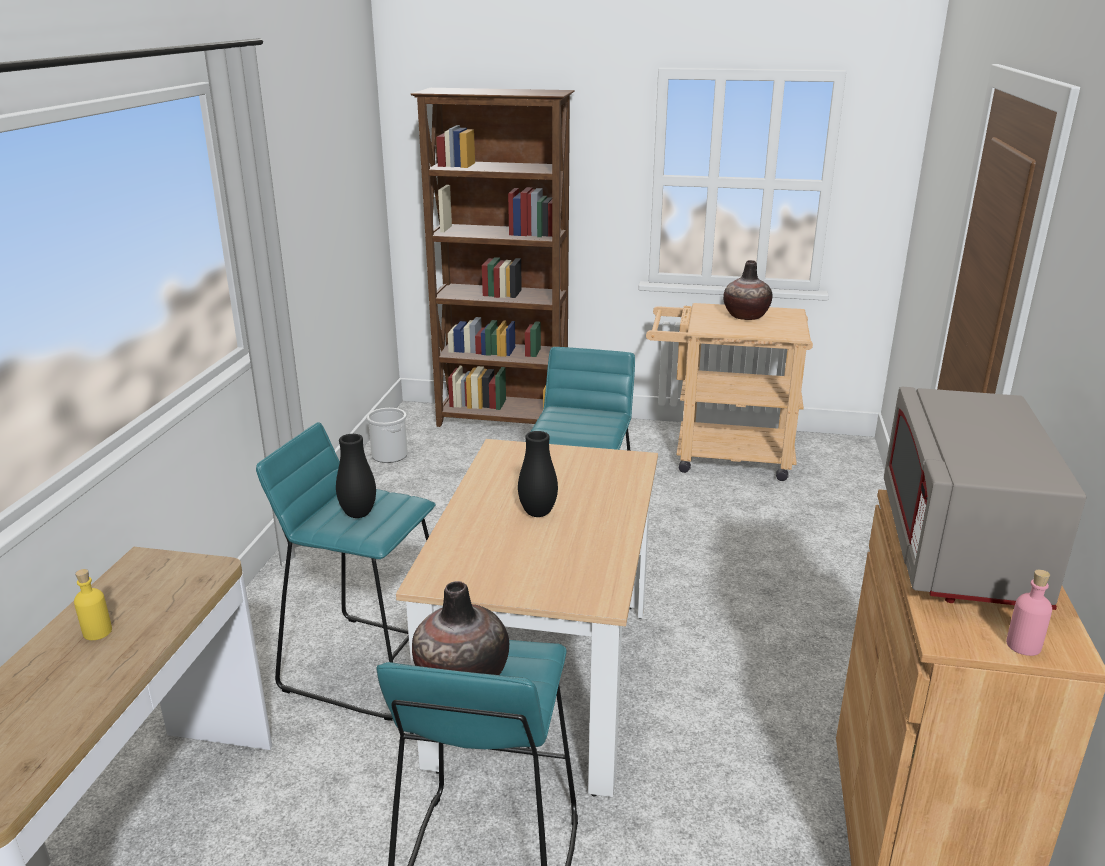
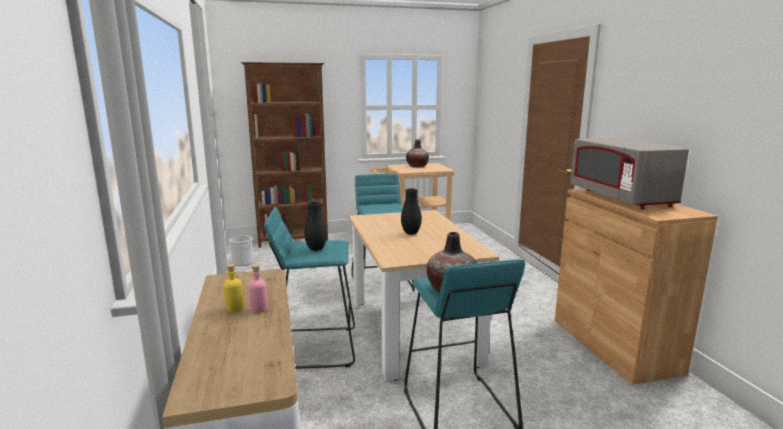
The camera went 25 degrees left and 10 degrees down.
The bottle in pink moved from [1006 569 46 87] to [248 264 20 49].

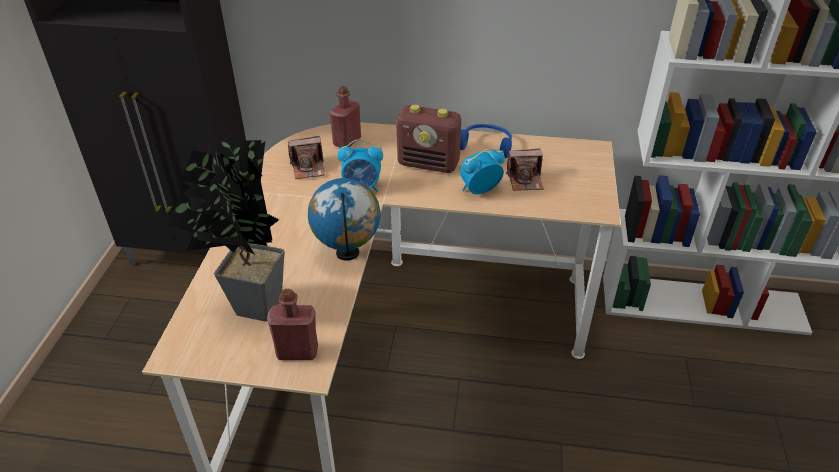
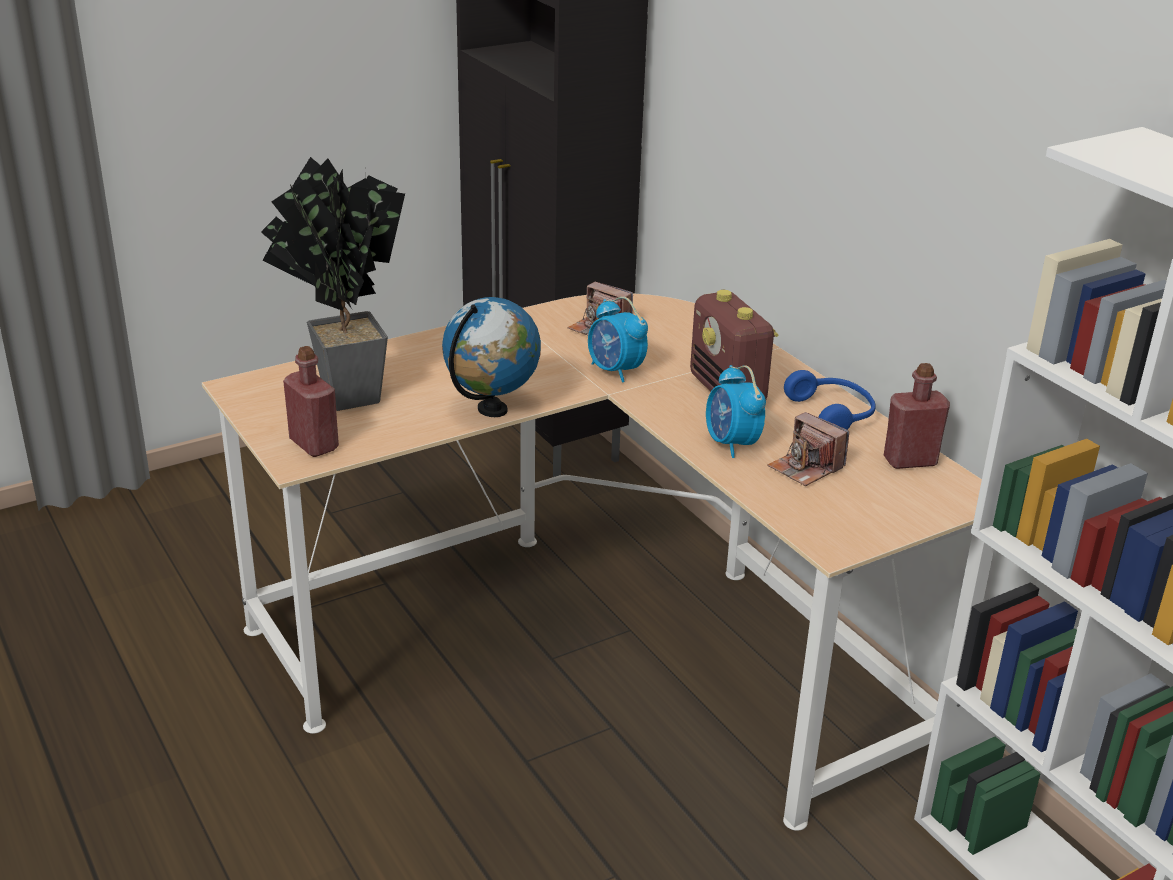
The camera went 50 degrees right and 10 degrees down.
The bottle in red moved from [330 86 31 62] to [884 363 66 106].
The alarm clock at [460 149 45 45] turned 135 degrees counterclockwise.

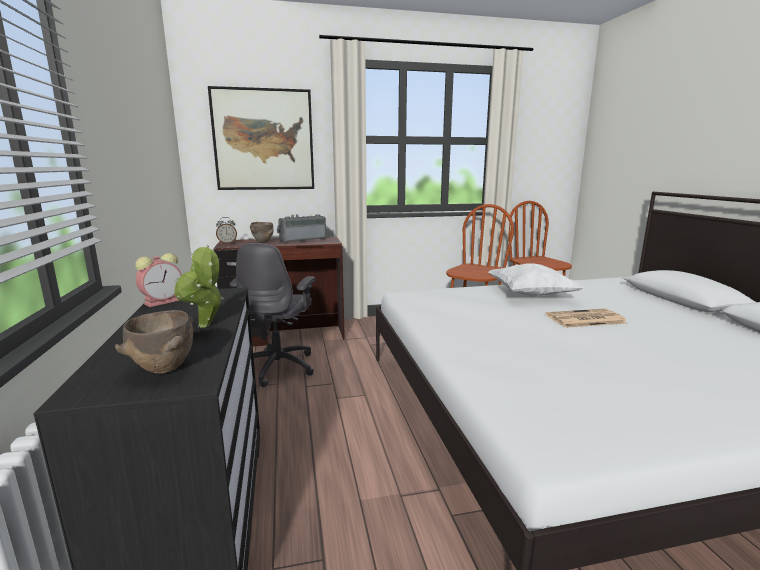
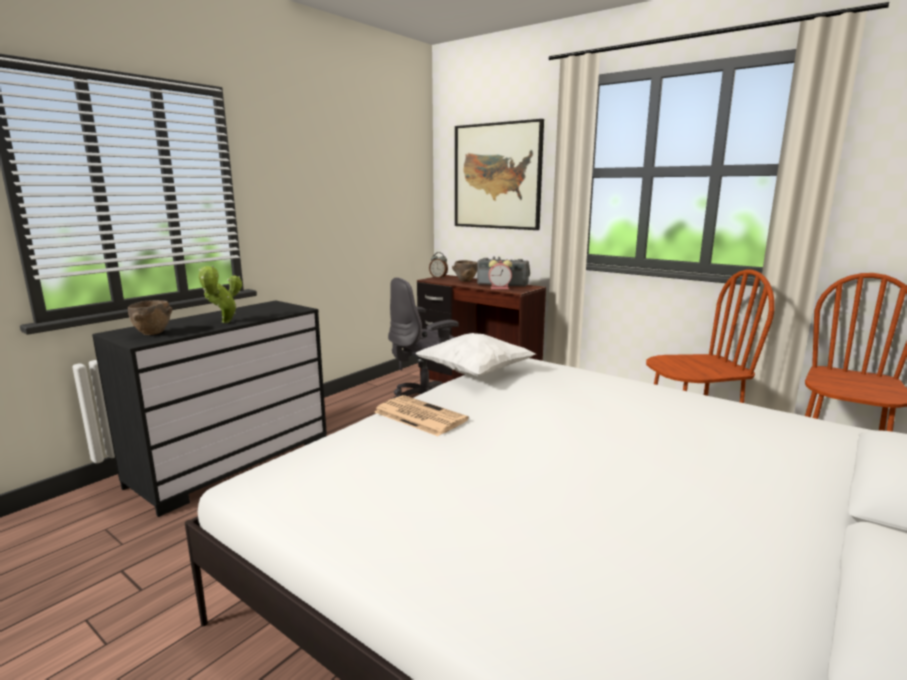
The camera went 50 degrees right and 0 degrees up.
The alarm clock moved from [135 253 47 54] to [489 260 23 29].
The pillow in white moved from [489 263 94 34] to [416 333 120 44].
The newspaper moved from [545 309 82 19] to [374 395 95 41].

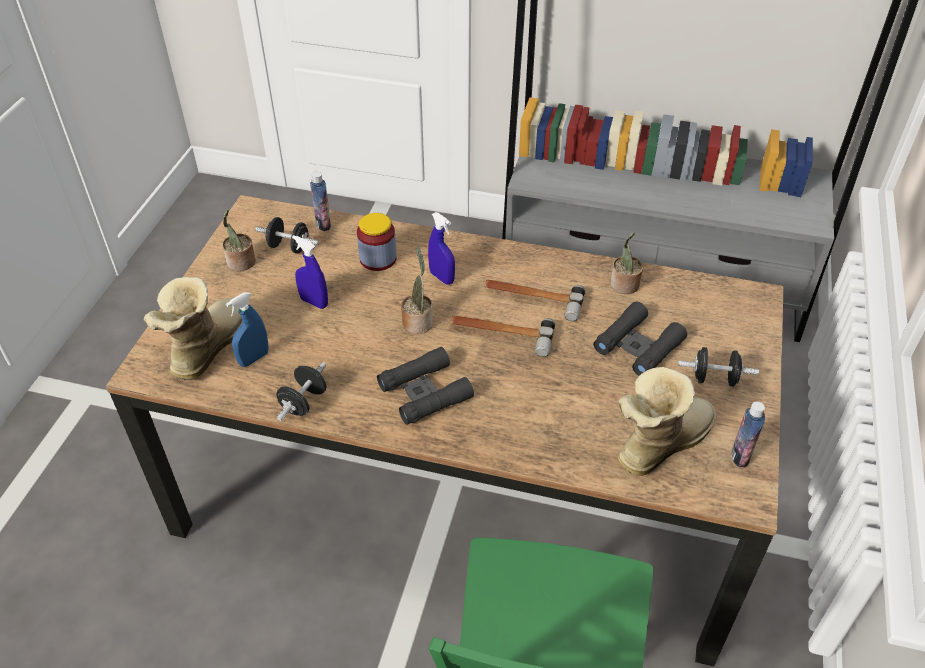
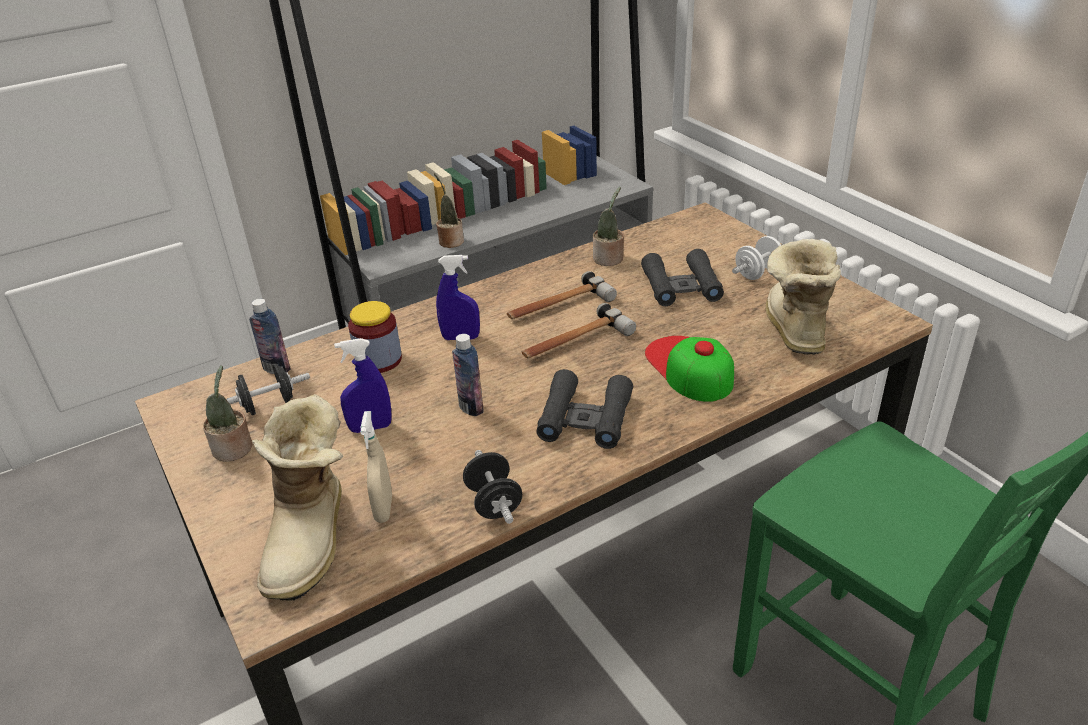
The camera went 45 degrees left and 10 degrees down.
The boot at [144 277 99 103] turned 150 degrees counterclockwise.
The spray bottle in blue at [226 292 43 75] became the spray bottle in beige at [360 411 32 112].
The potted plant moved from [401 247 32 87] to [434 173 30 75].
The dumbbell in black at [678 347 81 40] became the dumbbell in white at [732 236 54 44].
The bottle moved from [731 401 34 66] to [452 334 32 82].
The cap at [645 336 89 66] appeared.

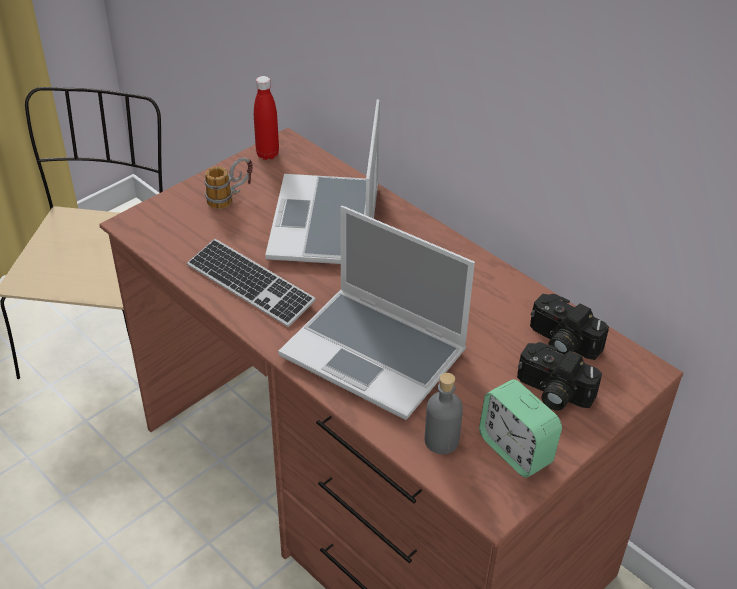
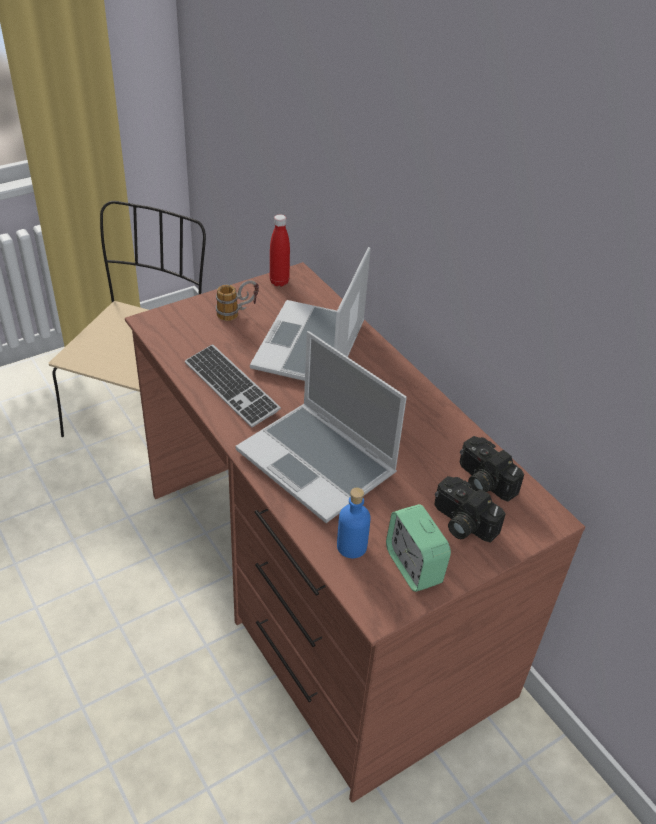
The camera went 10 degrees right and 0 degrees up.
The bottle in grey at [425 373 38 81] became the bottle in blue at [337 487 34 71].

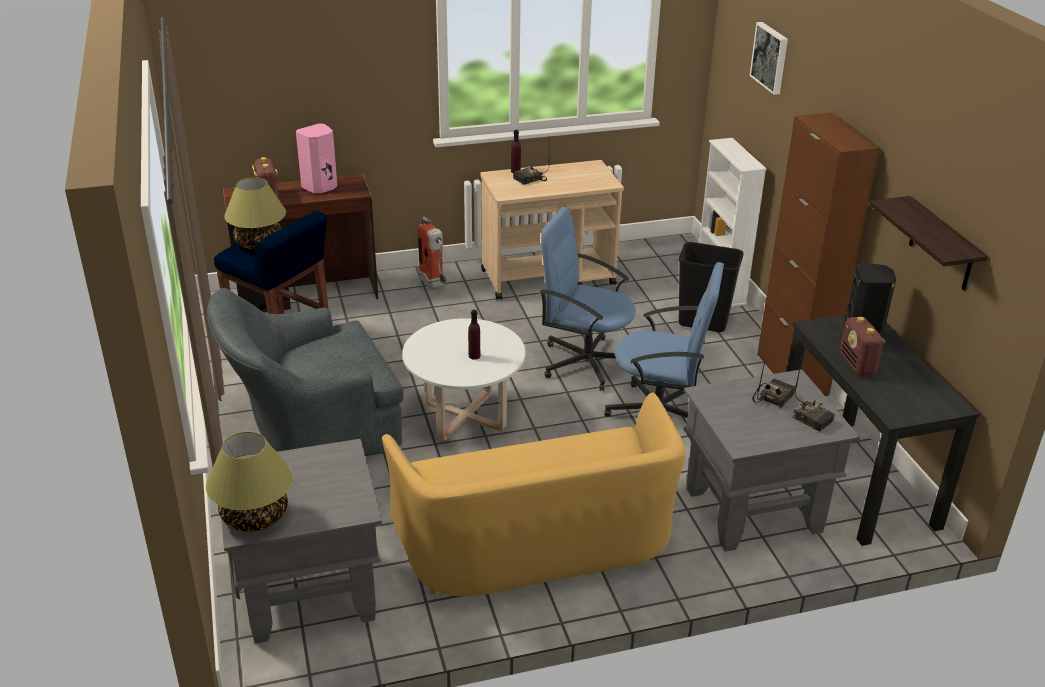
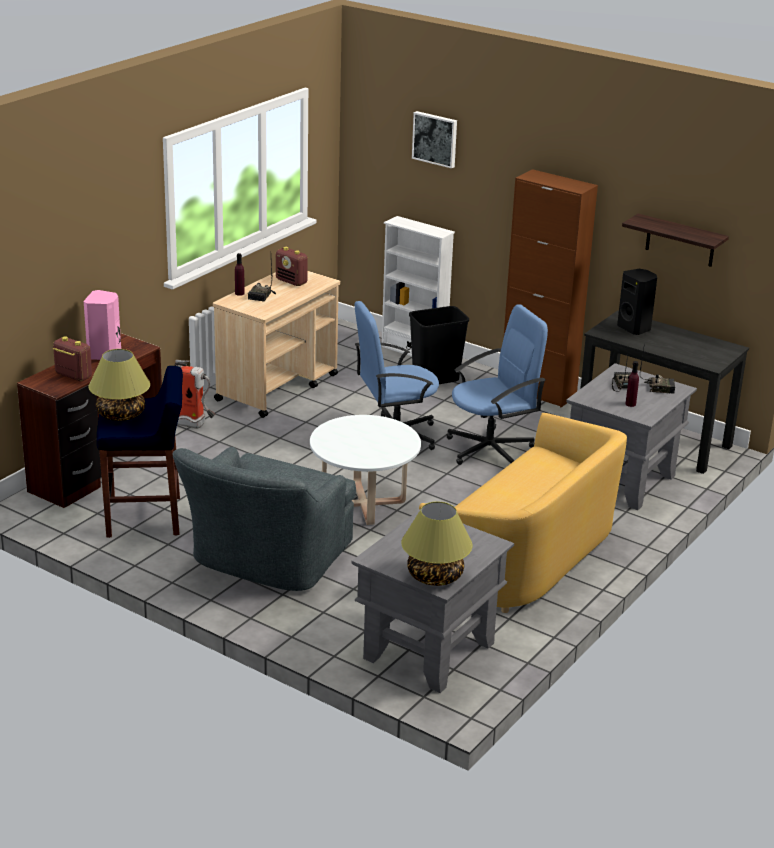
The camera went 40 degrees left and 5 degrees down.
The bottle in purple moved from [468 310 12 50] to [626 361 13 46].
The radio moved from [840 317 46 59] to [276 247 32 39].

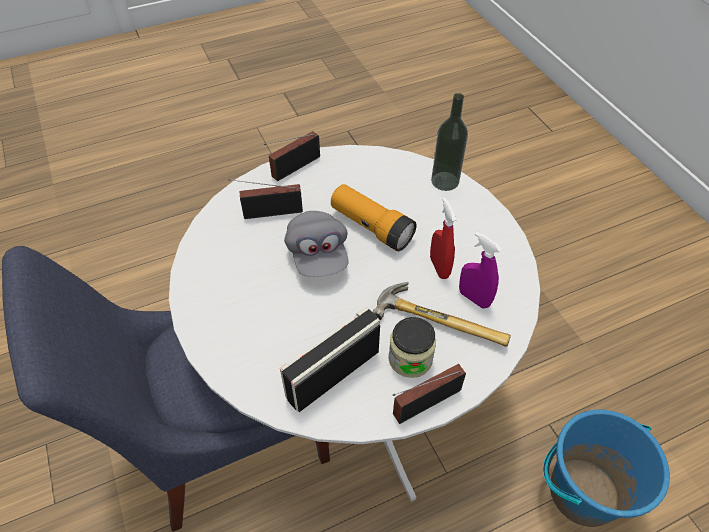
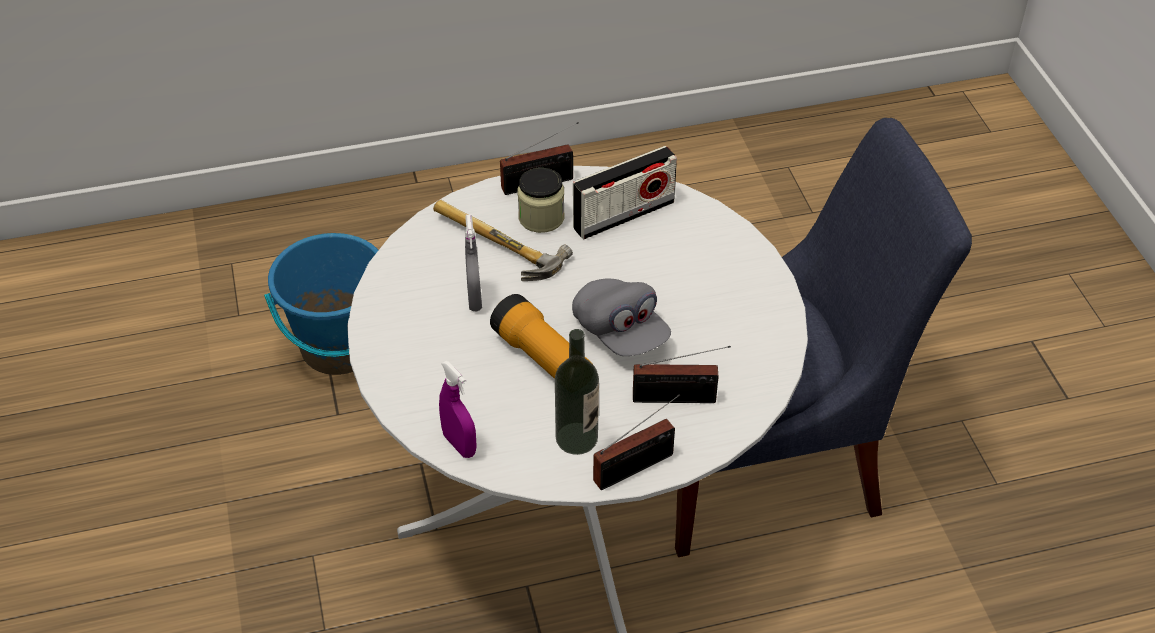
The camera went 170 degrees left and 5 degrees down.
The cap in grey at [284 211 65 66] turned 150 degrees clockwise.
The spray bottle in red at [430 197 27 82] became the spray bottle in grey at [465 214 17 97].
The bottle moved from [431 93 37 98] to [555 329 44 126].
The spray bottle in purple moved from [459 232 43 76] to [439 361 38 97].

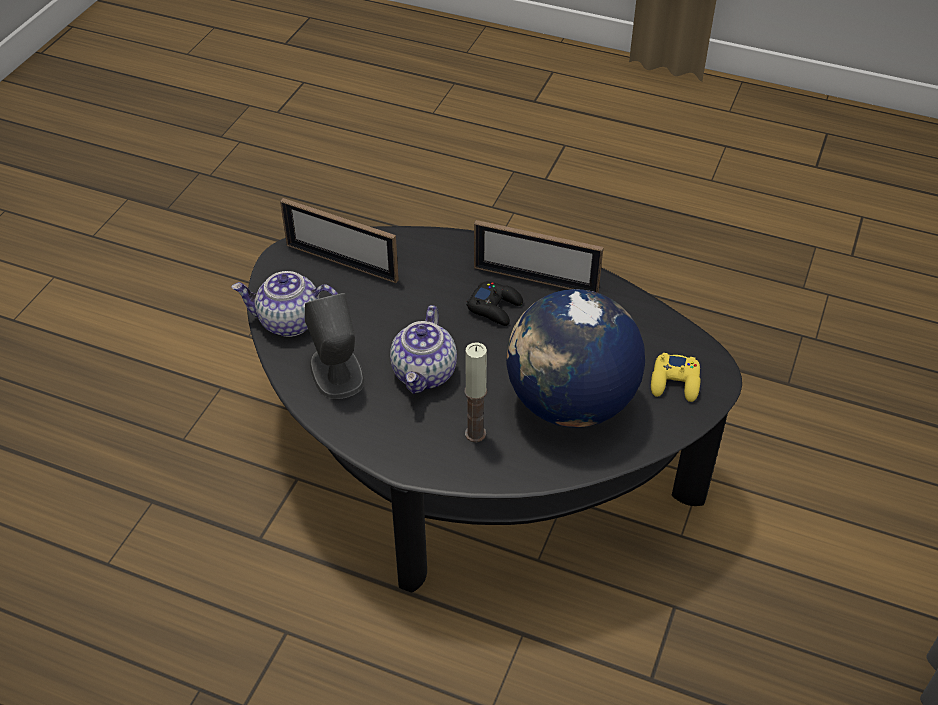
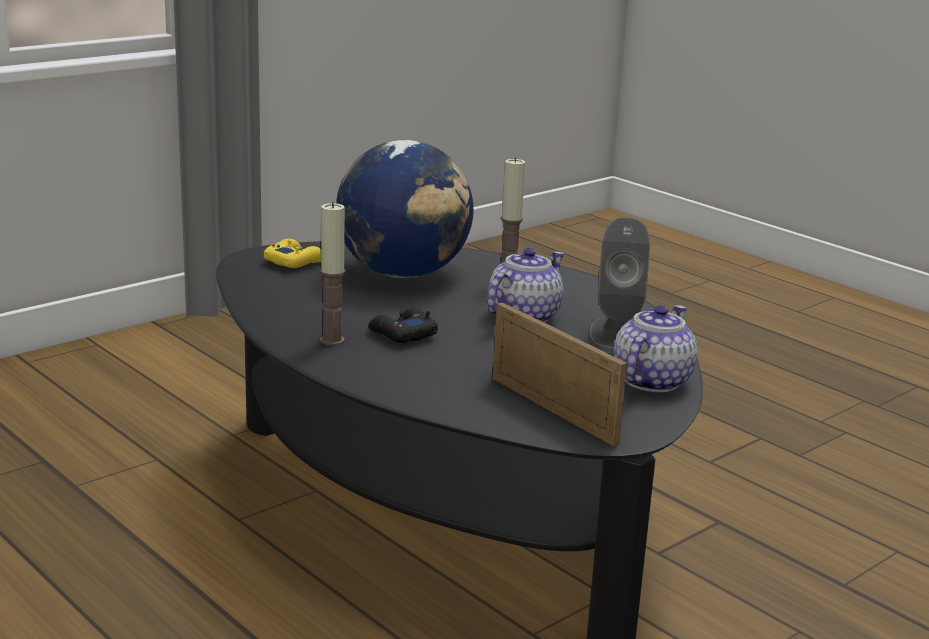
The camera went 155 degrees left and 25 degrees down.
The teapot at [231 271 107 66] turned 90 degrees counterclockwise.
The picture frame at [474 220 130 73] was replaced by the candle at [320 202 26 143].

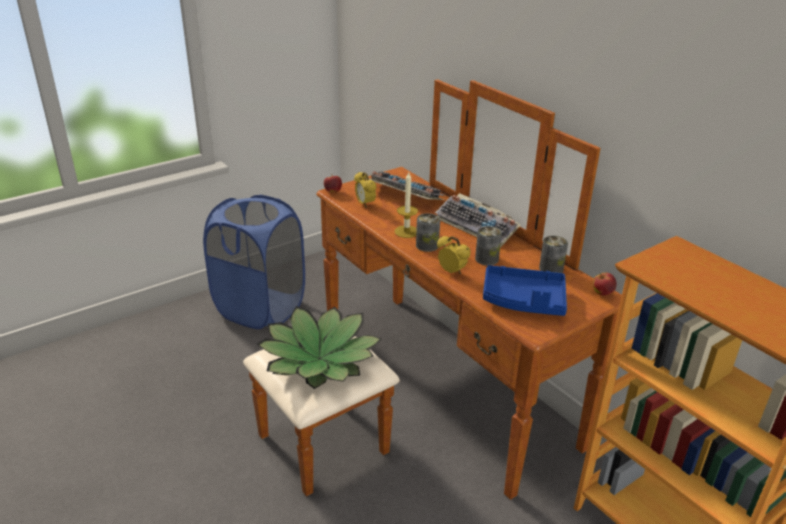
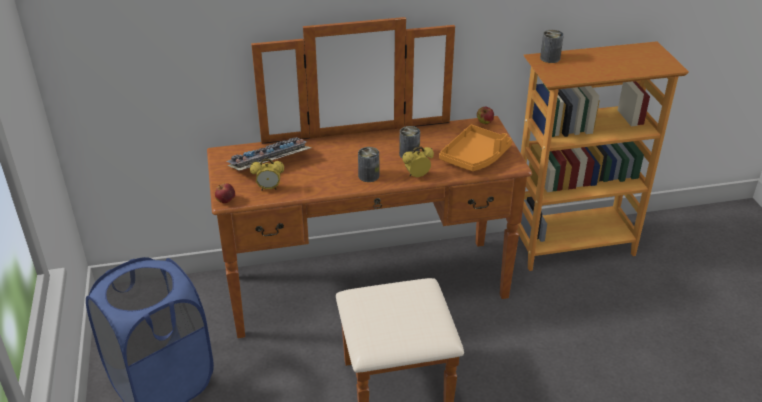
The camera went 65 degrees left and 5 degrees up.
The potted plant at [257 306 125 83] disappeared.
The candle at [395 172 23 66] disappeared.
The keyboard at [435 193 86 55] disappeared.
The tray in blue at [483 265 84 51] became the tray in orange at [439 125 73 46].
The can moved from [539 235 29 38] to [540 30 24 33].

